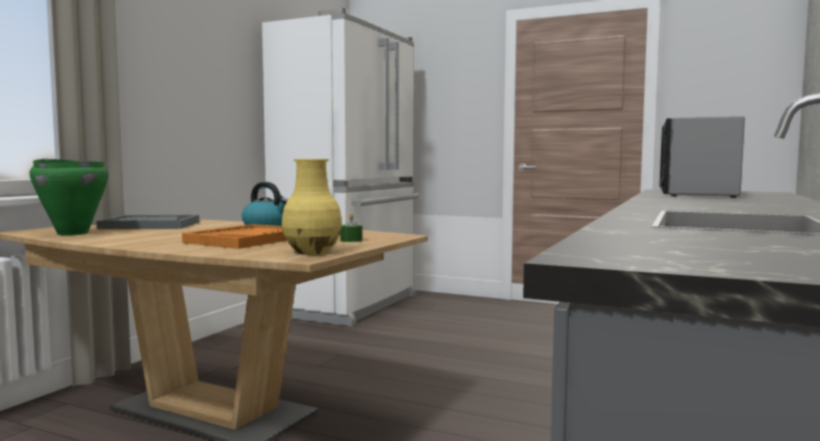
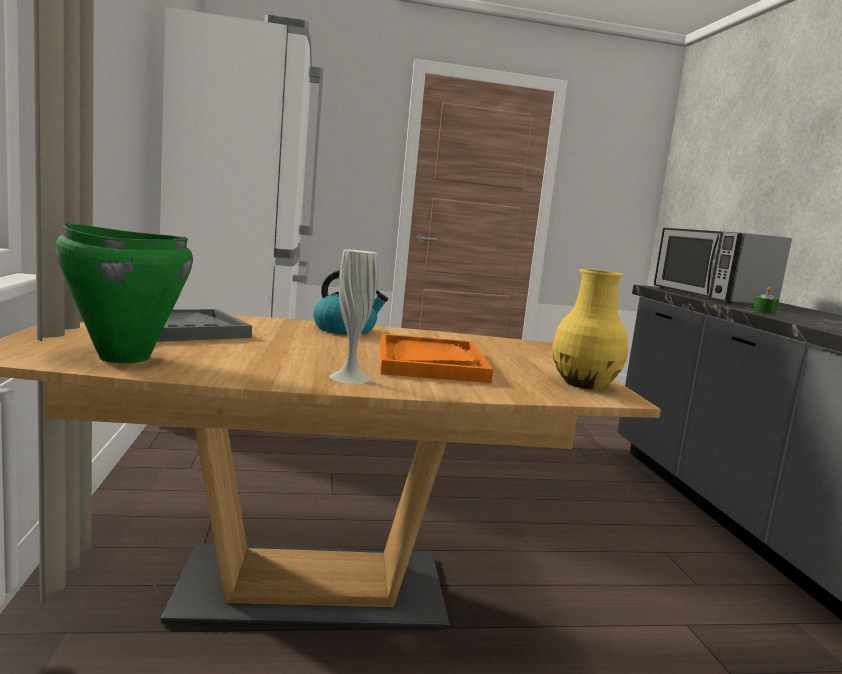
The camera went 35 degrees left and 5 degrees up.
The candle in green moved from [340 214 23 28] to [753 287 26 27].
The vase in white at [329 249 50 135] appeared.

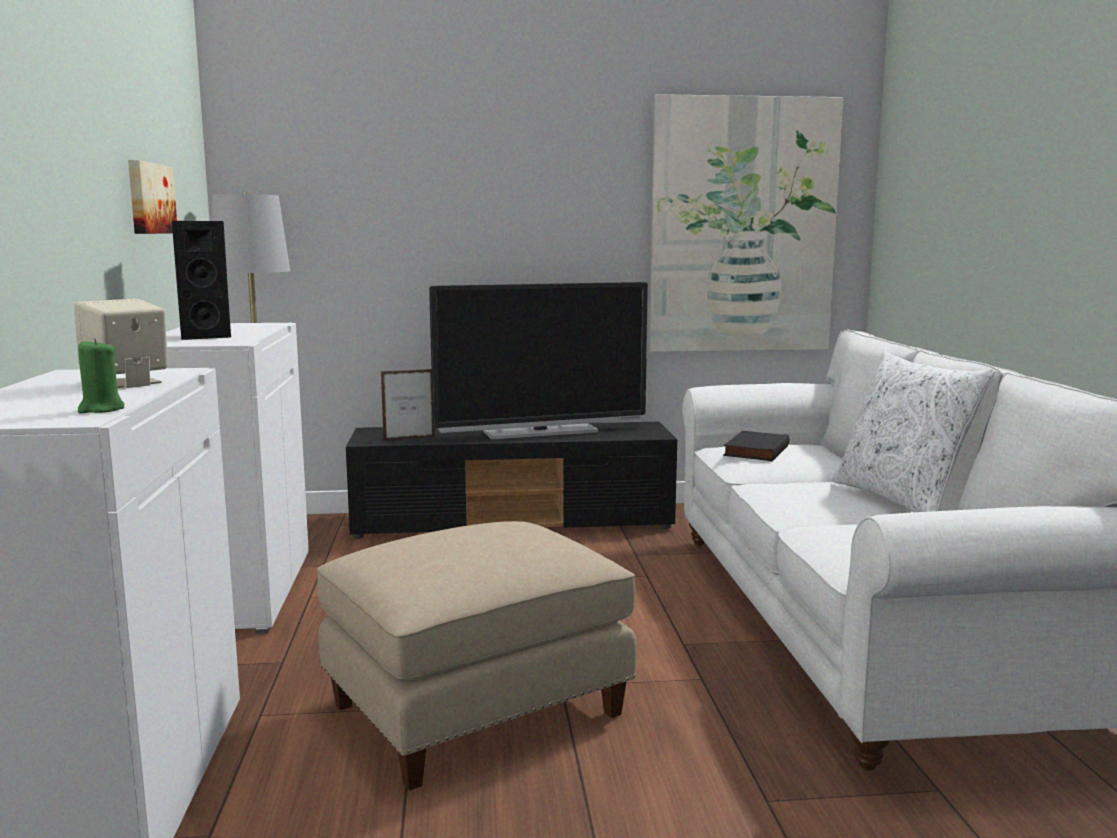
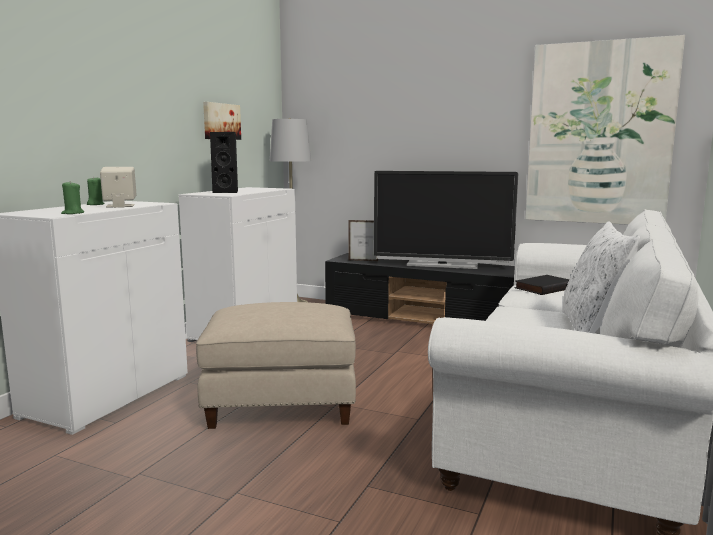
The camera went 30 degrees right and 0 degrees up.
The candle in green at [87 176 18 29] appeared.

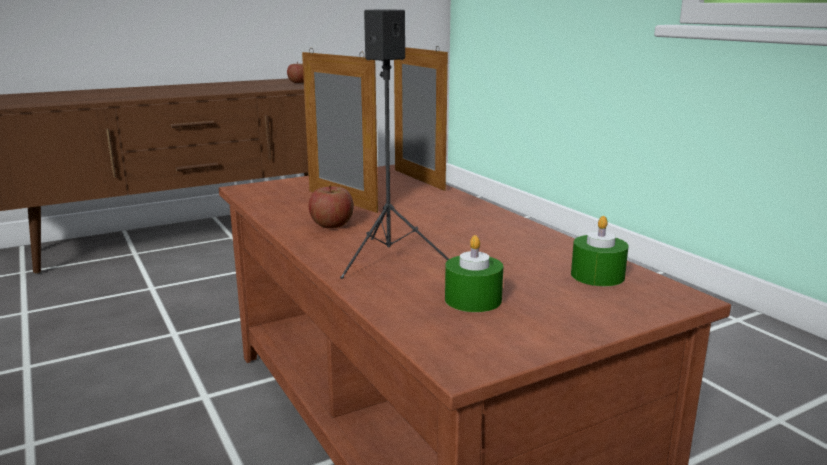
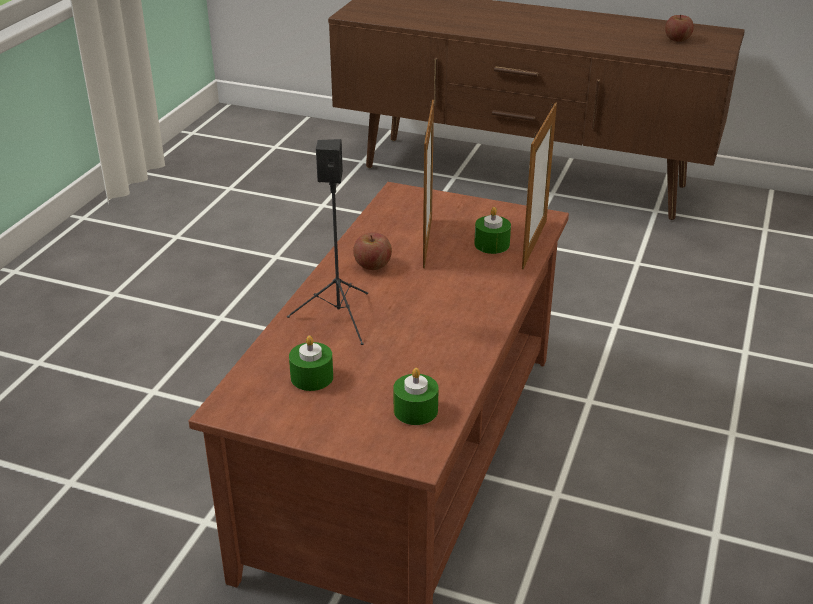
The camera went 50 degrees right and 15 degrees up.
The candle in green at [474 207 37 47] appeared.

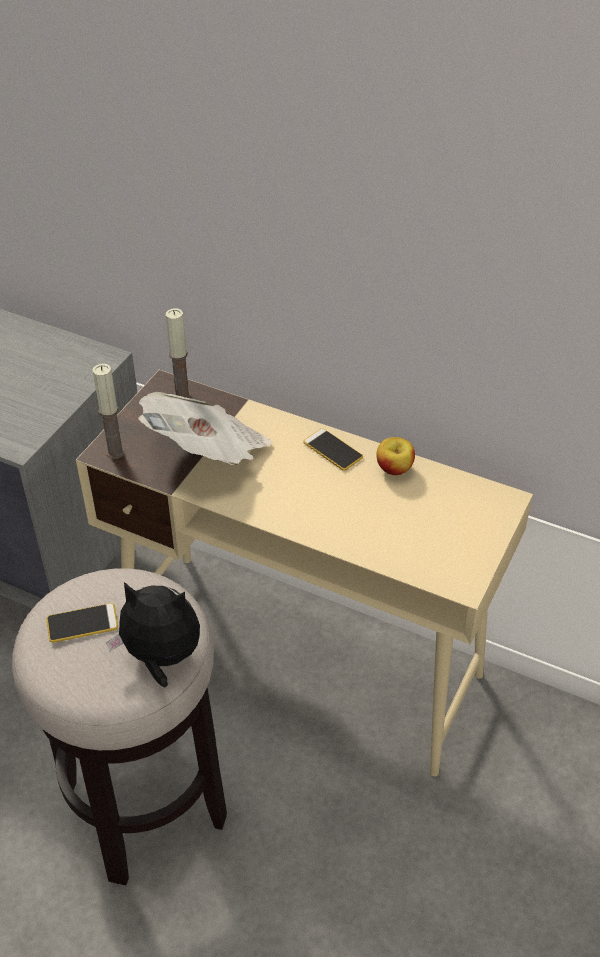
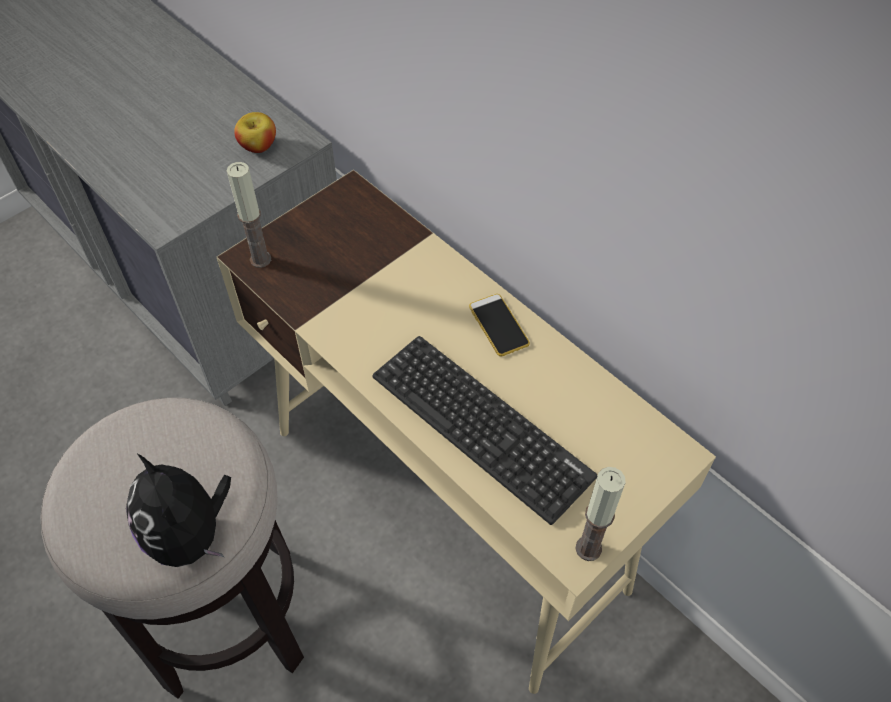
The camera went 20 degrees right and 10 degrees up.
The phone at [47 603 71 40] disappeared.
The plush toy at [106 582 94 106] turned 150 degrees counterclockwise.
The newspaper at [138 392 134 73] disappeared.
The candle moved from [166 308 25 90] to [575 467 51 94].
The apple moved from [376 437 39 38] to [234 112 42 41].
The keyboard at [373 336 224 189] appeared.

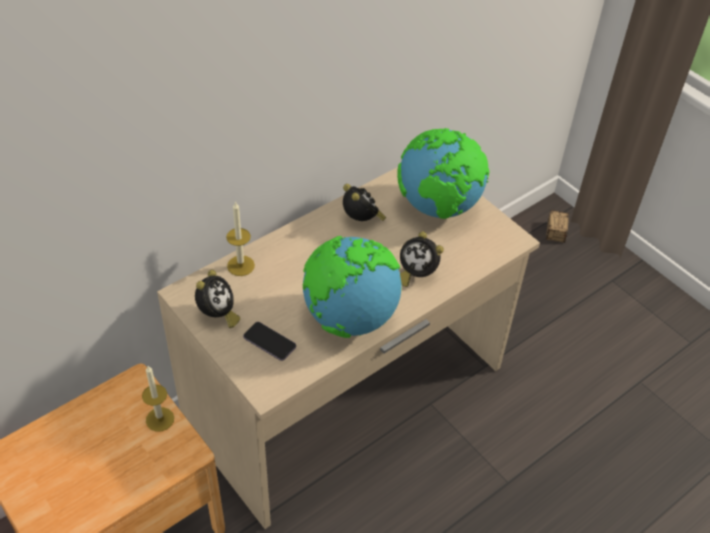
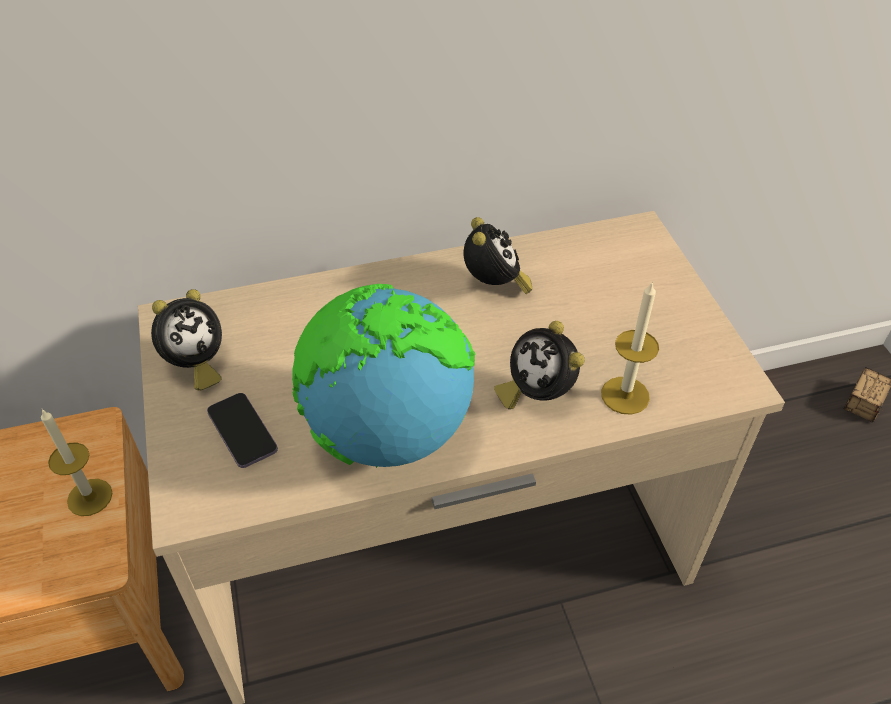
The camera went 25 degrees right and 0 degrees up.
The candle moved from [226 201 29 75] to [601 281 58 134].
The globe at [397 128 92 91] disappeared.

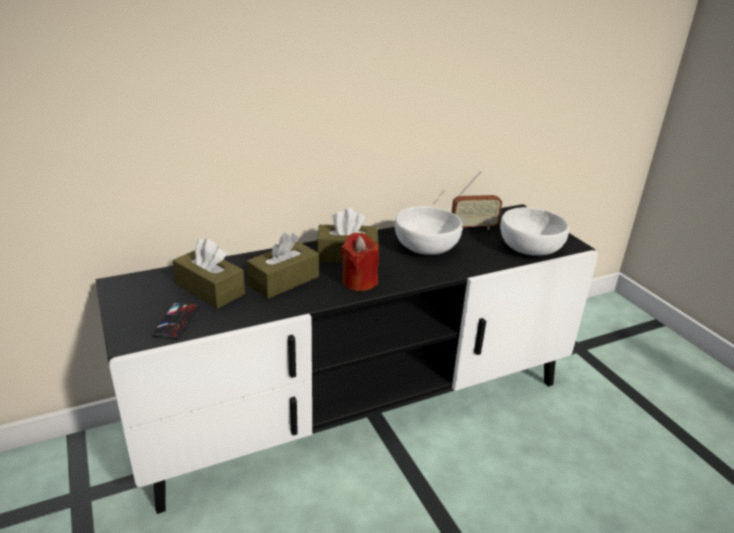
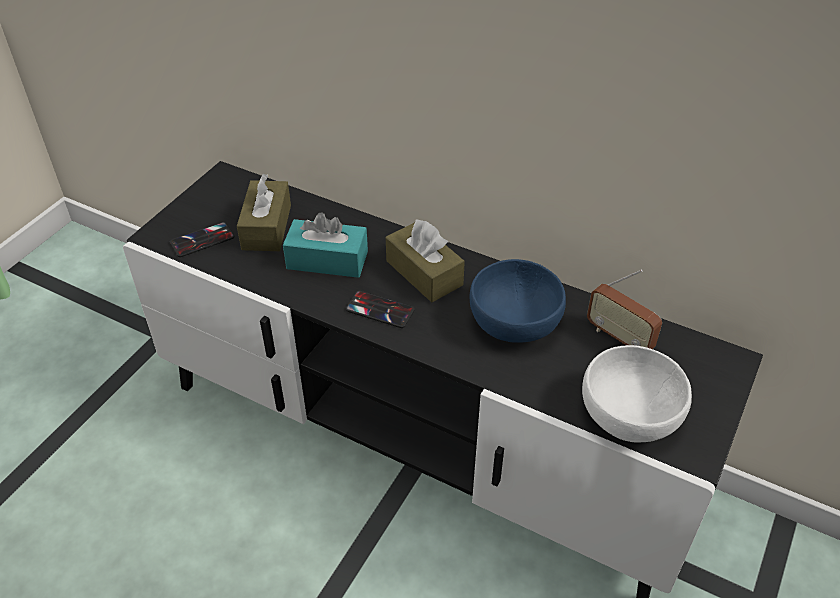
The camera went 55 degrees right and 15 degrees up.
The tissue box in brown at [246 233 73 66] became the tissue box in turquoise at [283 212 85 66].
The candle in red at [341 233 38 58] was replaced by the phone at [346 291 69 37].
The bowl in white at [395 206 67 49] became the bowl in blue at [470 259 96 84].

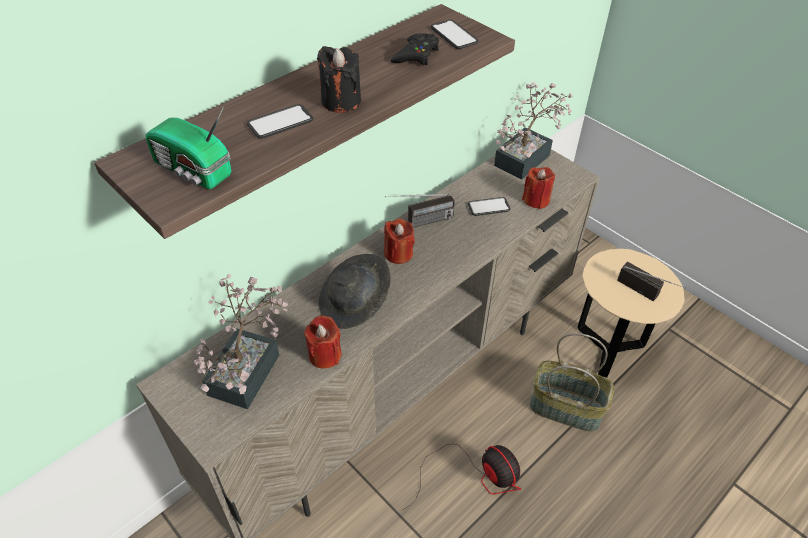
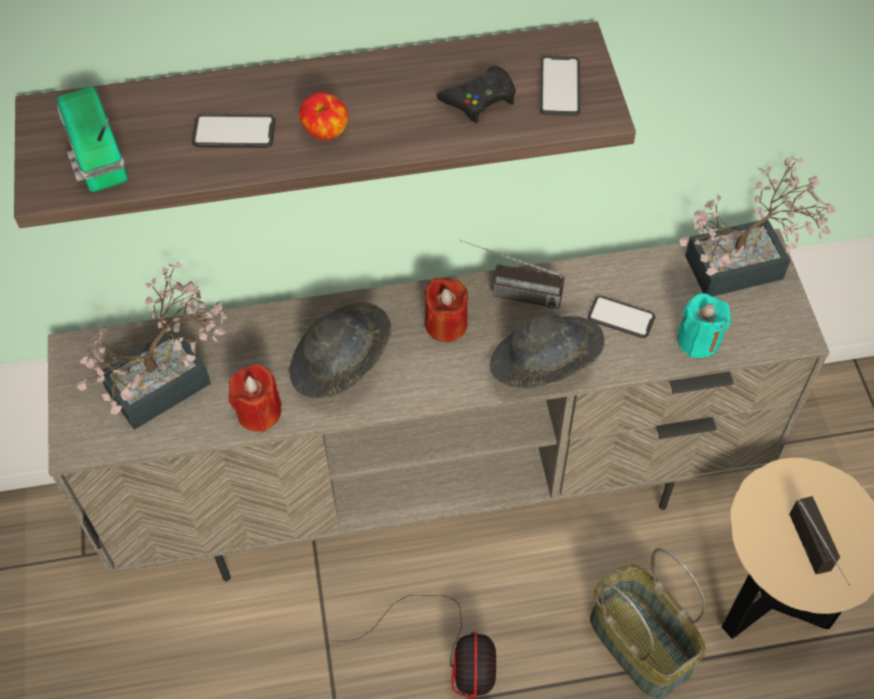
The camera went 35 degrees right and 10 degrees up.
The candle in black at [317 46 44 67] was replaced by the apple at [299 92 49 48].
The candle in red at [522 167 33 42] became the candle in turquoise at [677 294 54 64].
The hat in grey at [489 314 116 75] appeared.

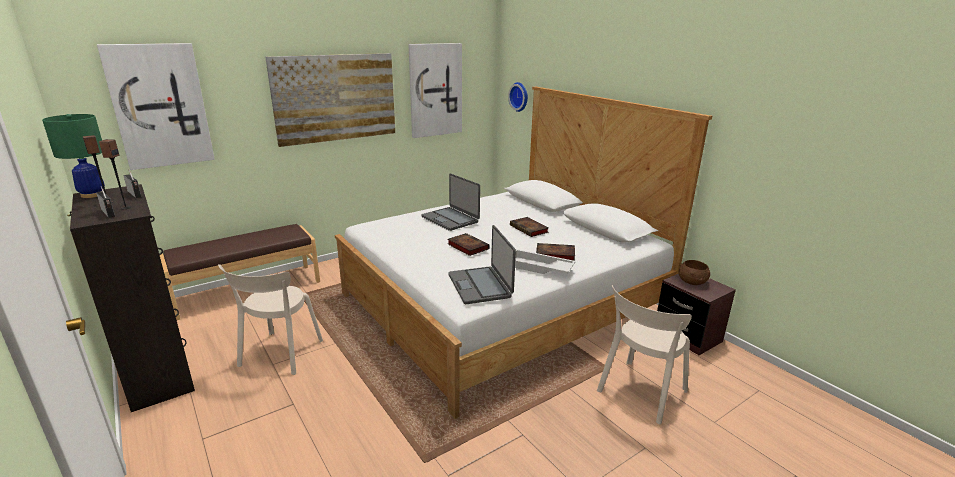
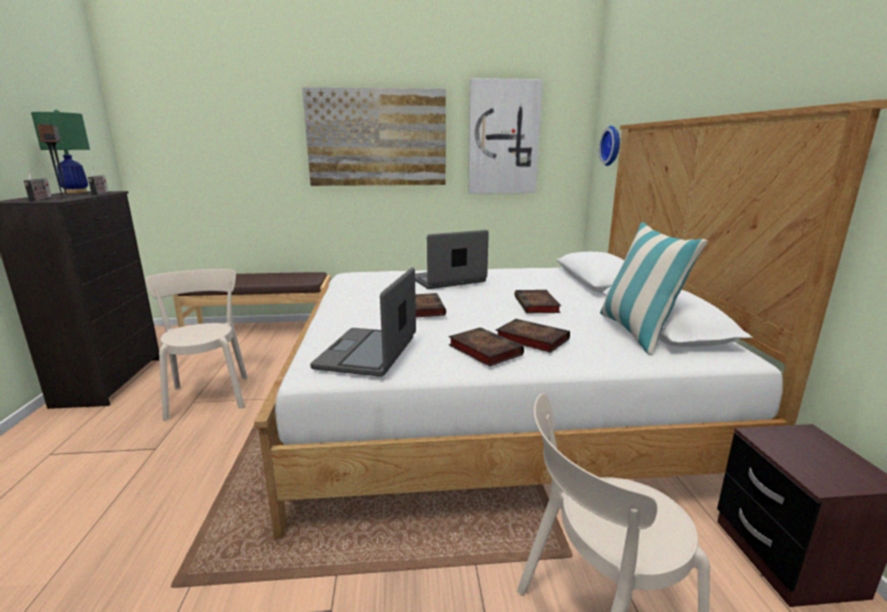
The camera went 30 degrees right and 5 degrees down.
The picture at [97 43 118 127] disappeared.
The chair in beige at [218 264 105 111] turned 120 degrees clockwise.
The laptop at [421 173 59 58] turned 75 degrees clockwise.
The tray in white at [515 249 61 25] was replaced by the book at [448 327 76 40].
The bowl in brown at [679 260 31 25] disappeared.
The pillow at [600 222 108 133] appeared.

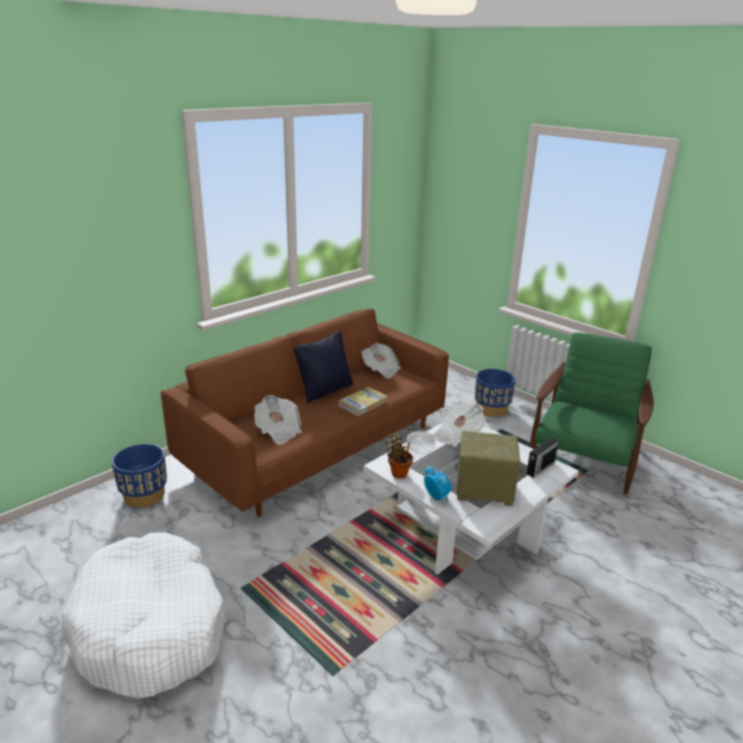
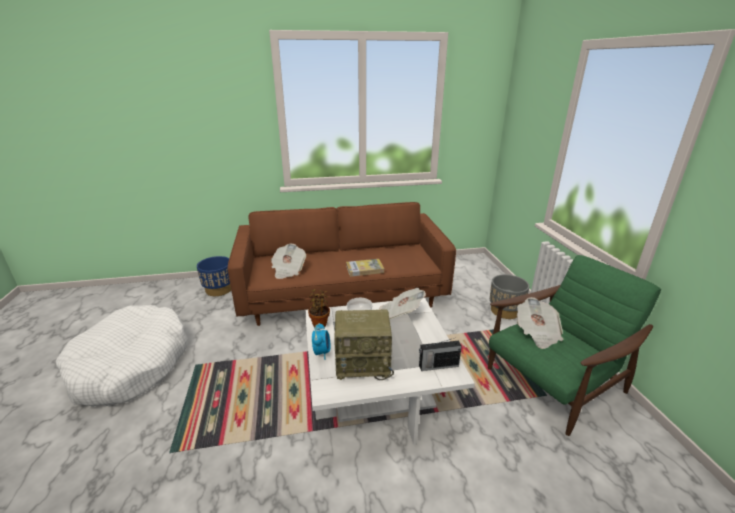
The camera went 35 degrees right and 0 degrees up.
The pillow in black at [294 331 59 72] disappeared.
The newspaper moved from [361 343 40 35] to [517 297 46 52].
The radio at [455 431 66 75] turned 135 degrees clockwise.
The planter in blue at [475 369 41 48] became the planter in grey at [490 274 40 45].

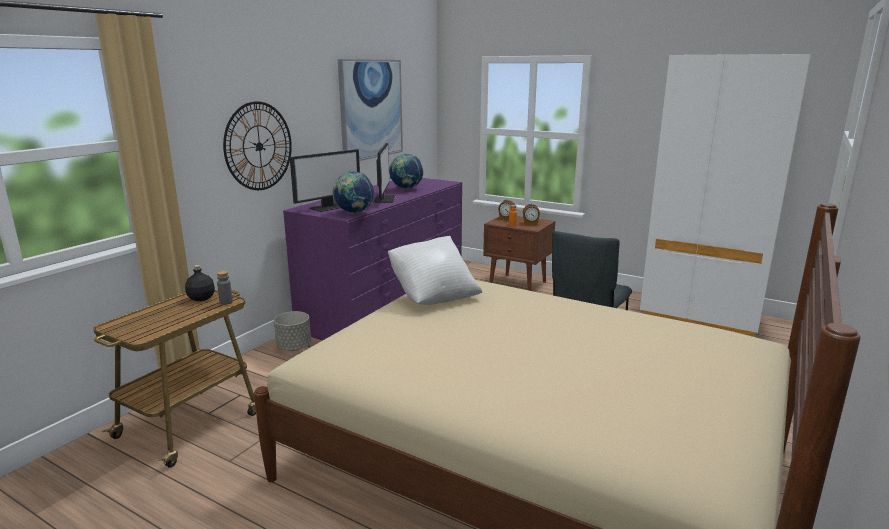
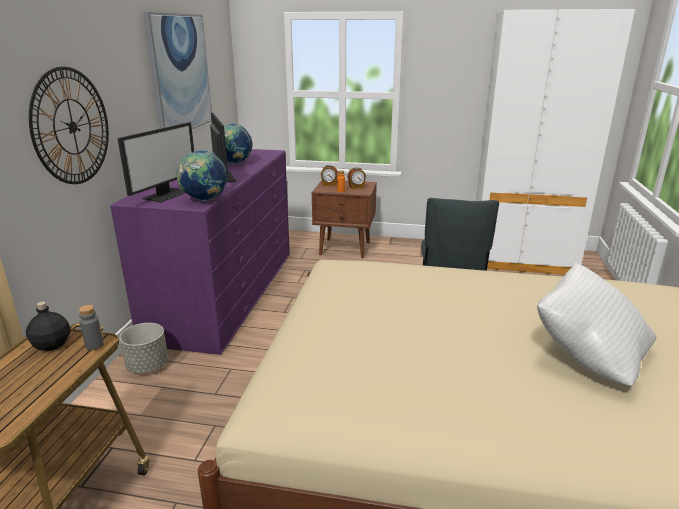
The camera went 20 degrees left and 5 degrees up.
The pillow in white moved from [388 236 94 69] to [537 262 119 124].

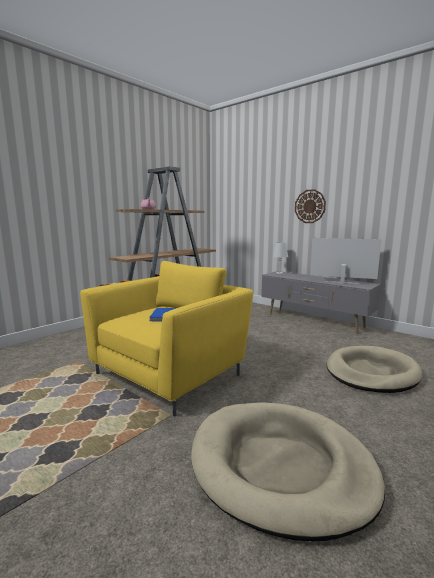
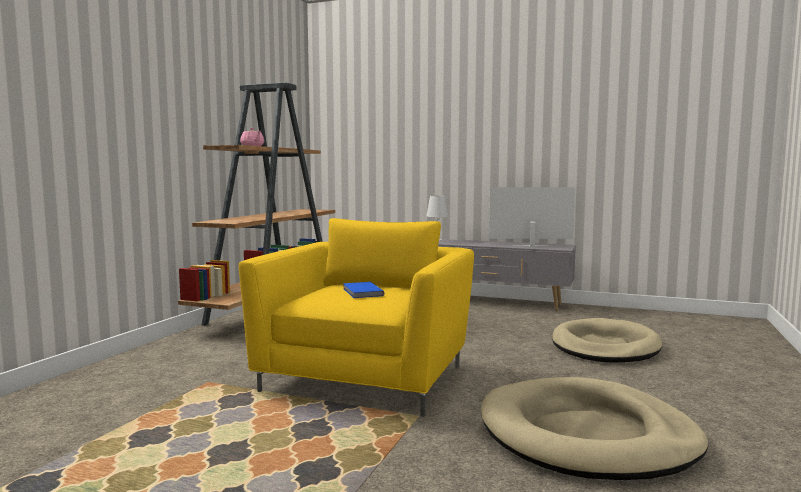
The camera went 20 degrees left and 5 degrees down.
The wall clock at [295 189 31 34] disappeared.

